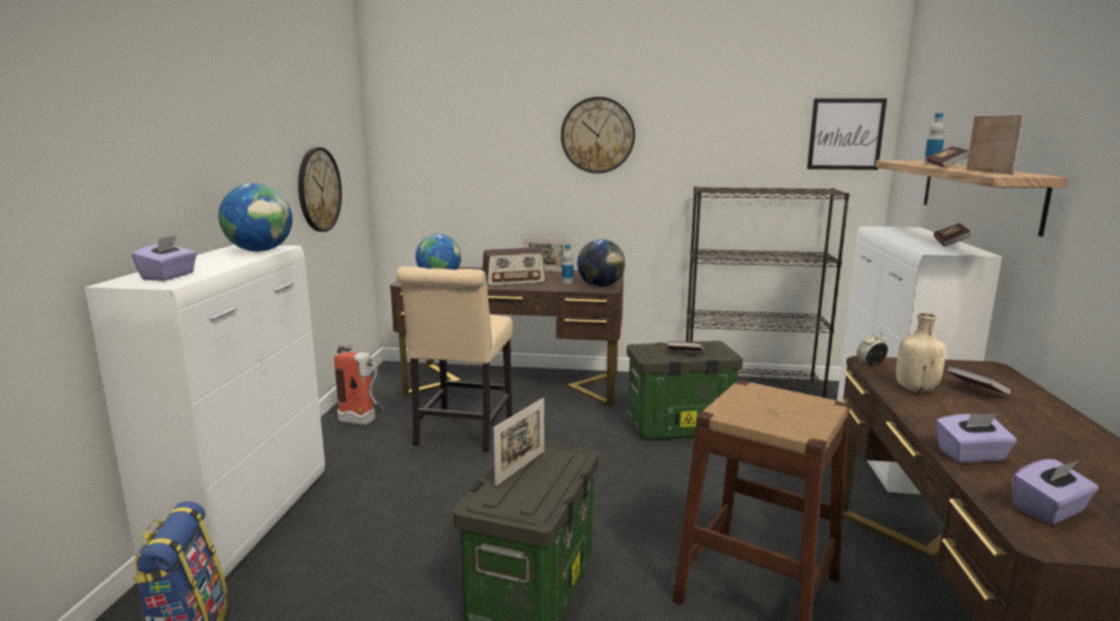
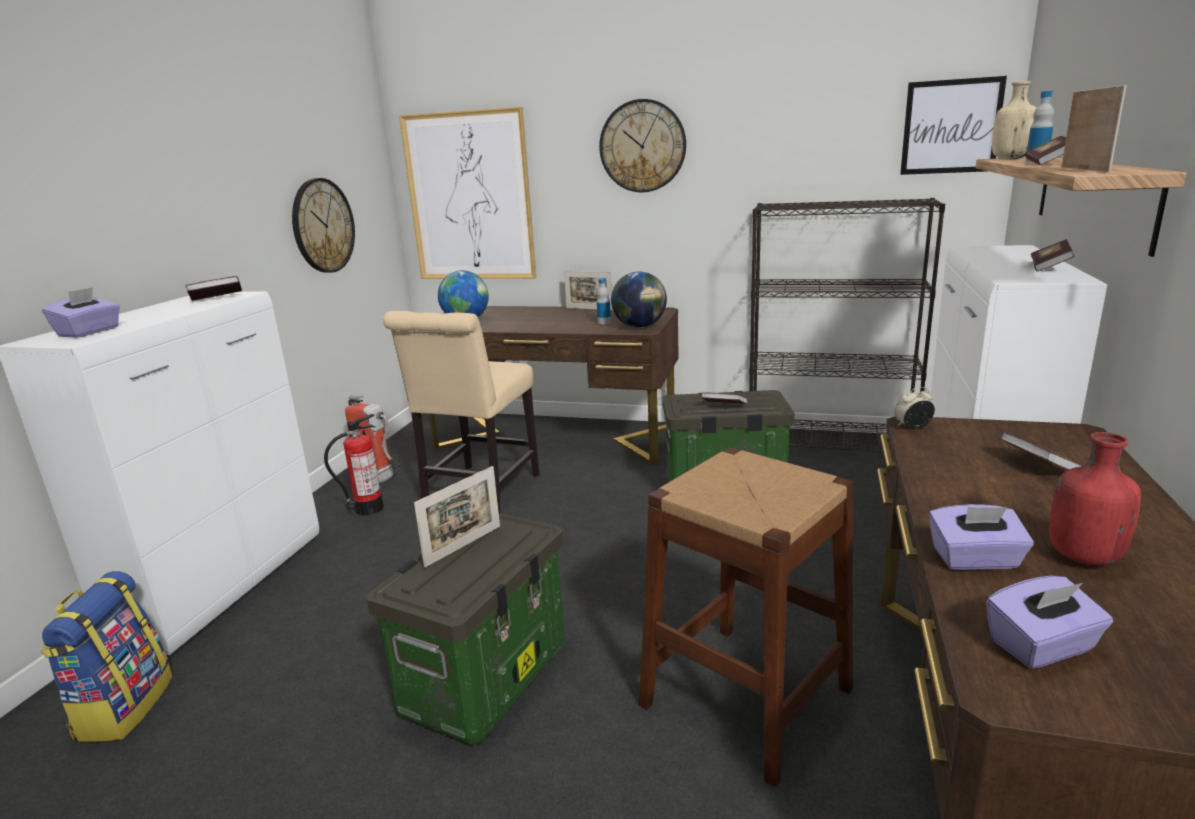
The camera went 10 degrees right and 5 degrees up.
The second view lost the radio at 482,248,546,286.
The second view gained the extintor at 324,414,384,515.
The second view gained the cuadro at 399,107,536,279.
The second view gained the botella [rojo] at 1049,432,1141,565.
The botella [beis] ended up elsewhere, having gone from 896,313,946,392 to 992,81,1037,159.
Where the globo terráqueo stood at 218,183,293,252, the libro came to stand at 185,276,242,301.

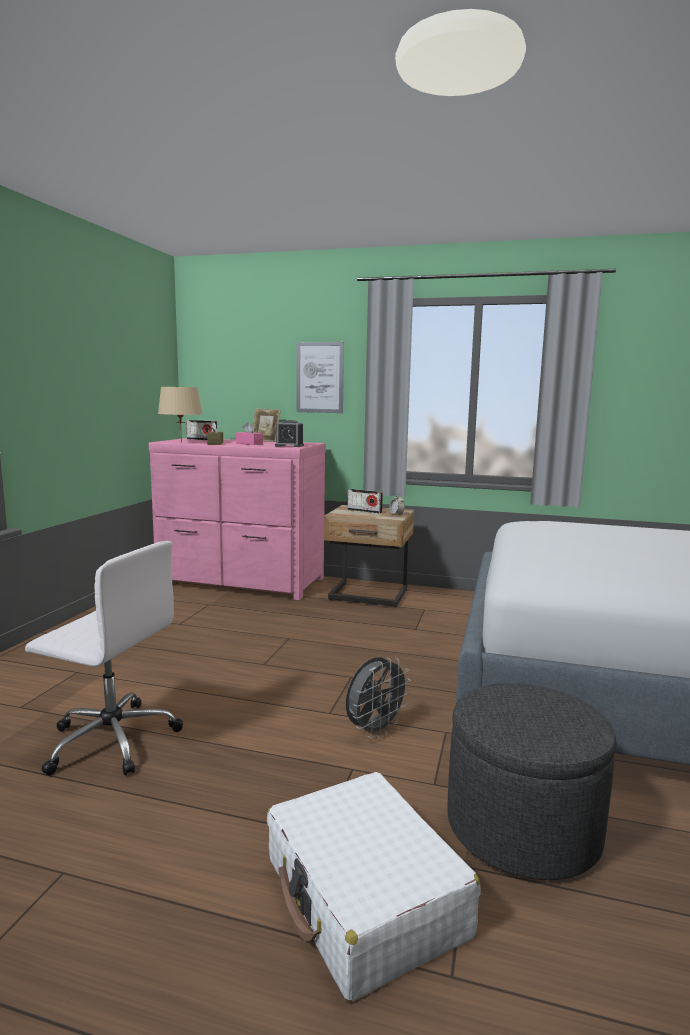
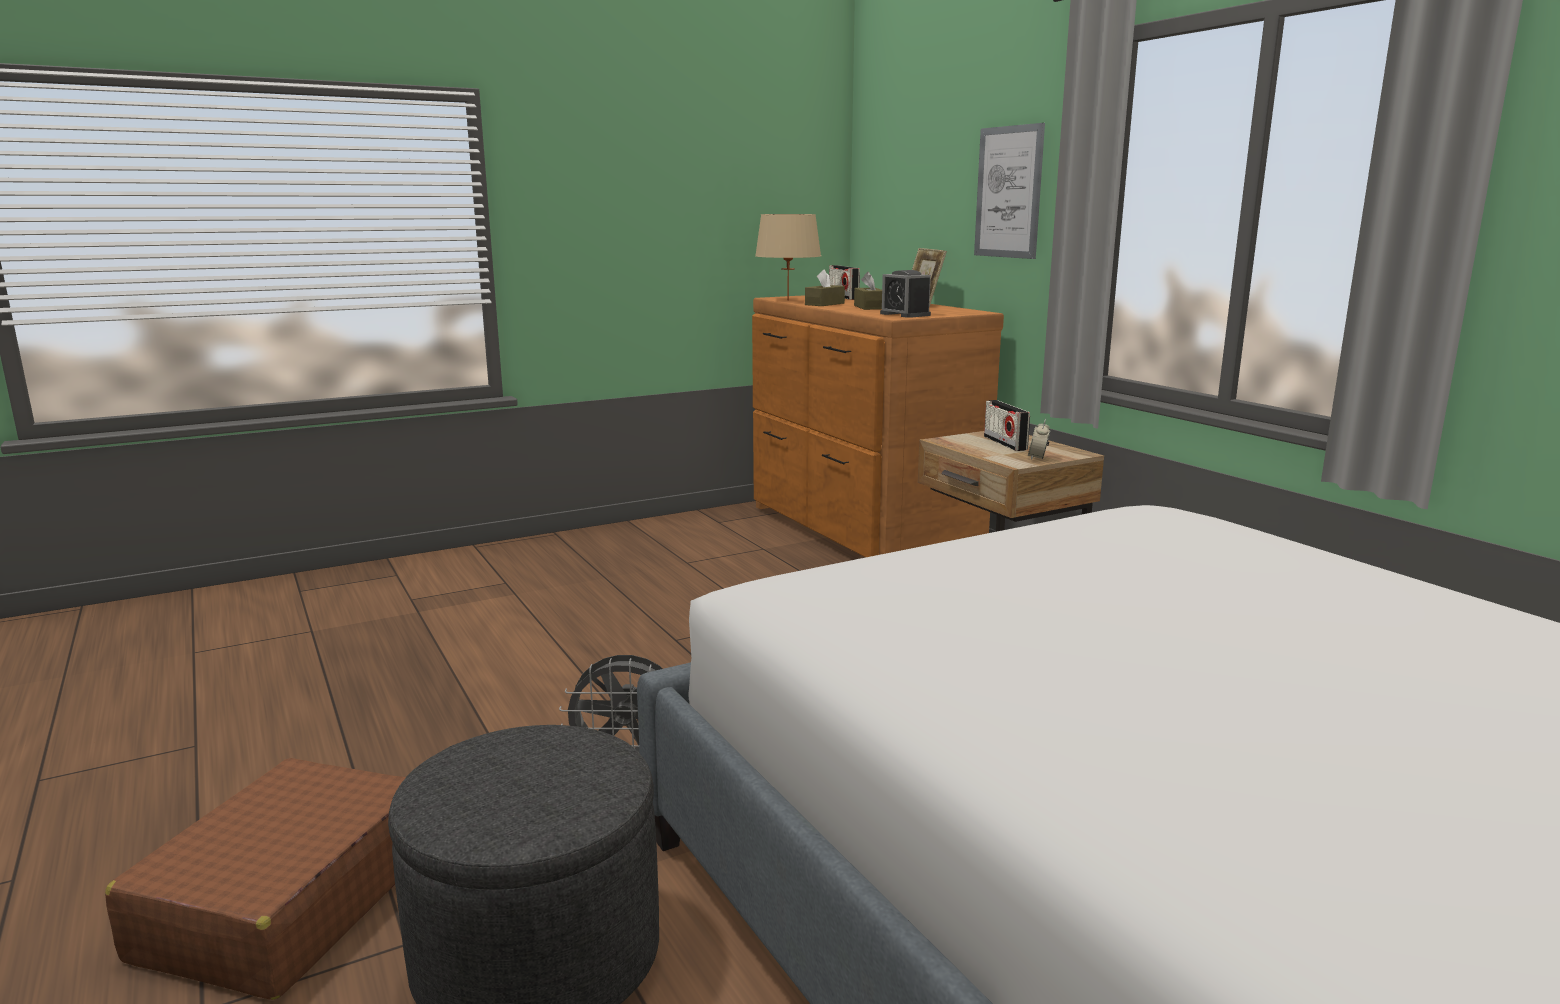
The camera went 45 degrees right and 5 degrees up.
The second view lost the silla de oficina [blanco] at 25,541,183,776.
What was the cómoda [rosa] at 149,438,326,600 turned into the cómoda [marrón] at 752,295,1004,557.
What was the caja de pañuelos [rosa] at 236,422,263,445 turned into the caja de pañuelos [marrón] at 854,272,882,310.
What was the maleta [blanco] at 267,772,480,1002 turned into the maleta [marrón] at 105,758,406,1000.

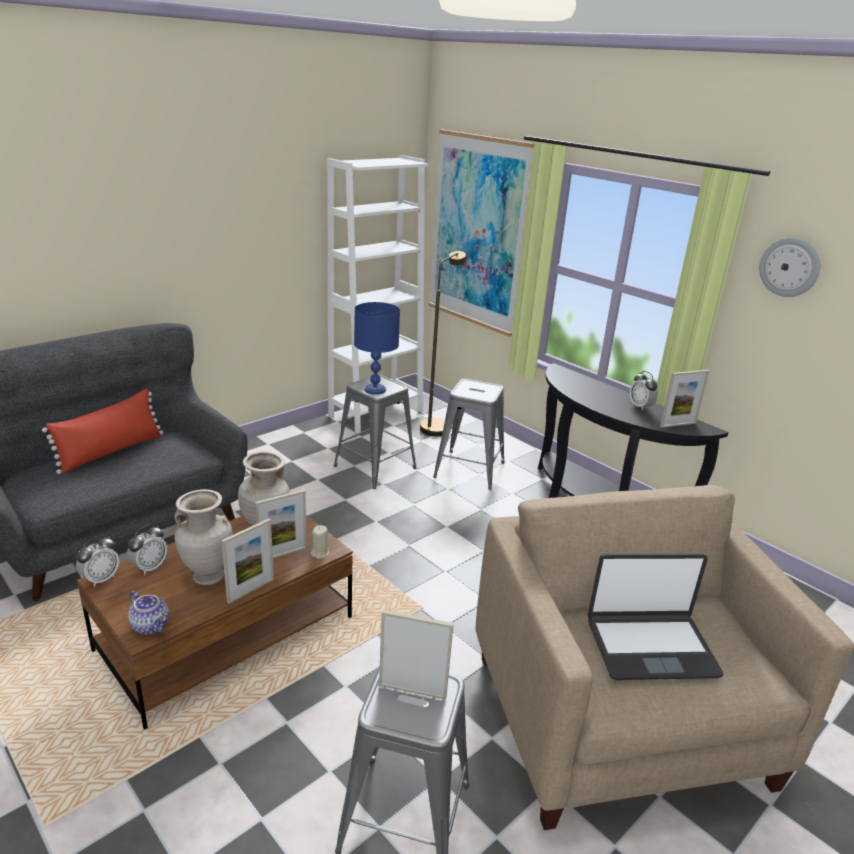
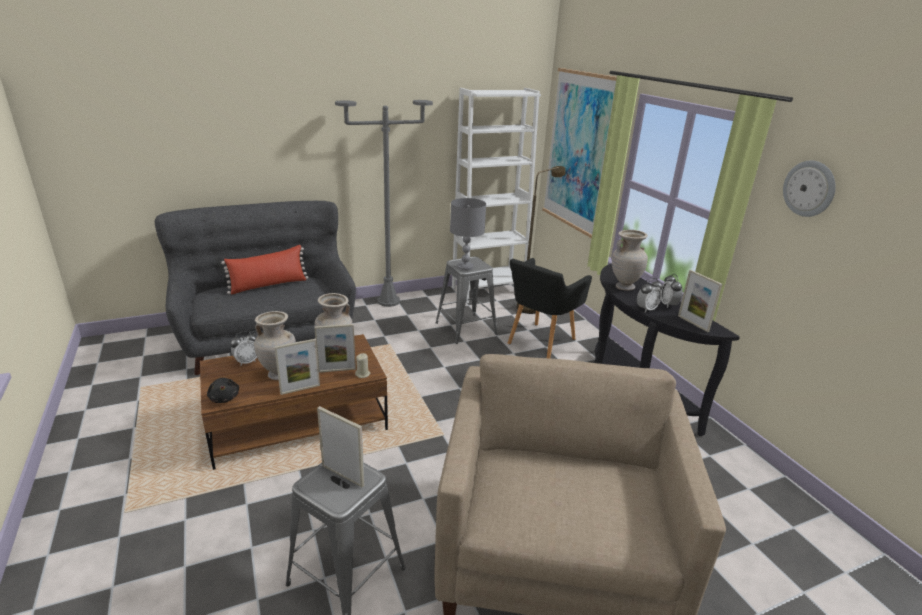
The camera went 20 degrees right and 0 degrees up.
The second view lost the portátil at 588,554,723,680.
The second view gained the lámpara de pie [gris] at 335,100,433,307.
The second view gained the florero [beis] at 612,230,648,291.
The despertador ended up elsewhere, having gone from 76,535,119,587 to 637,278,663,312.
Where the tetera stood at 128,591,169,635, the peluche [negro] came to stand at 207,378,239,403.
Where the taburete [gris] stood at 433,379,504,490, the sillón [negro] came to stand at 508,258,592,358.
What was the lámpara de mesa [azul] at 354,302,400,395 turned into the lámpara de mesa [gris] at 450,198,486,270.
The portarretratos at 660,370,709,428 ended up facing another way, 60 degrees clockwise from before.

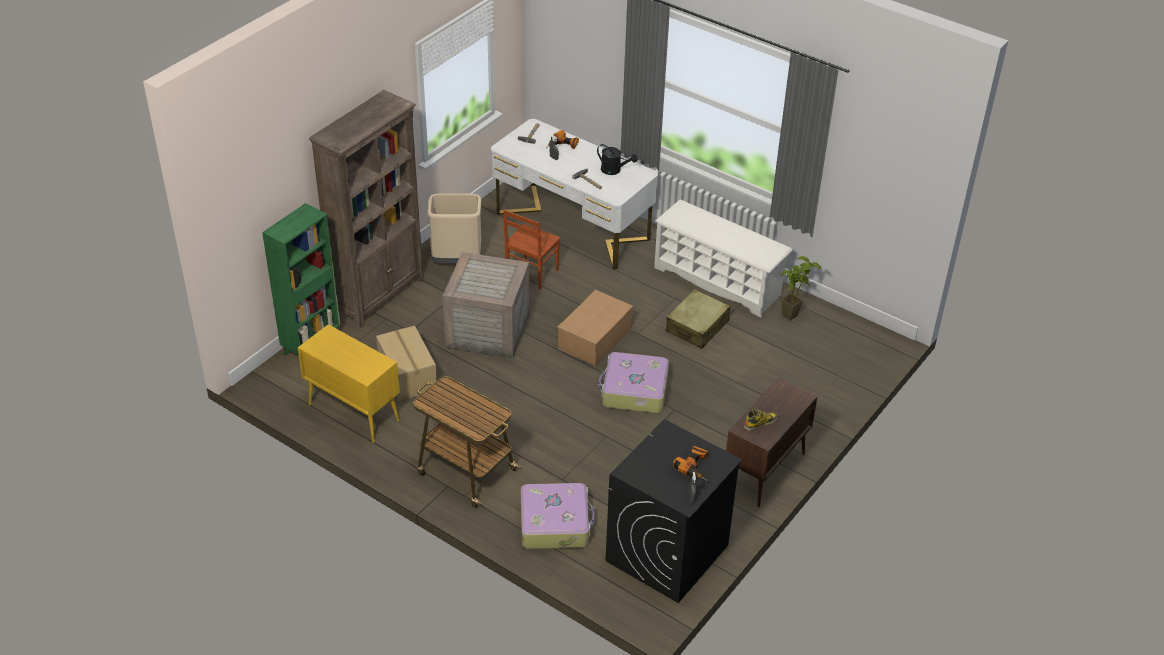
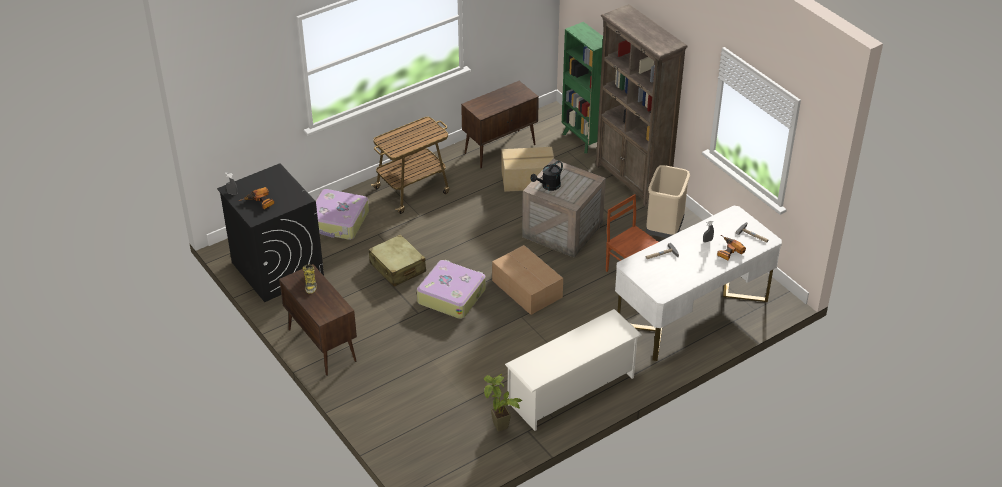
The camera went 110 degrees right and 0 degrees up.
The regadera [negro] ended up elsewhere, having gone from 597,144,637,175 to 530,161,563,191.
The maleta [beis] ended up elsewhere, having gone from 666,289,730,349 to 368,234,426,287.
What was the armario [amarillo] at 298,324,400,443 turned into the armario [marrón] at 461,81,539,168.

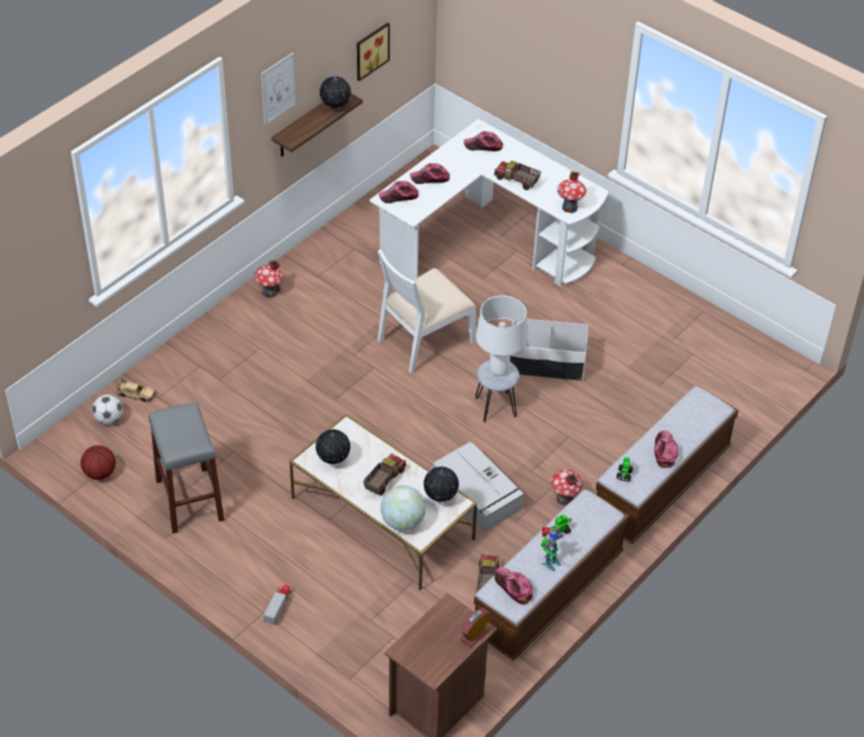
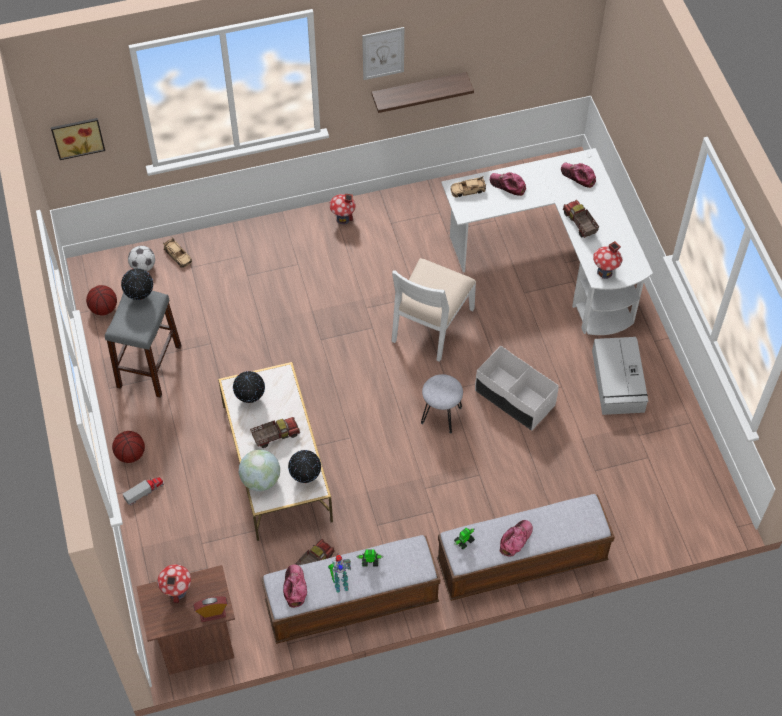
The camera went 35 degrees right and 10 degrees up.
The second view lost the lámpara de mesa [blanco] at 476,295,528,376.
The second view gained the balón de baloncesto at 112,431,145,463.
The globo terráqueo ended up elsewhere, having gone from 319,76,351,108 to 121,268,153,300.
The cuadro ended up elsewhere, having gone from 357,22,390,81 to 51,118,105,160.
The caja de almacenaje [gris] ended up elsewhere, having gone from 433,442,524,532 to 592,337,648,415.
The casita ended up elsewhere, having gone from 551,469,582,506 to 157,564,191,603.
Where the gorra stood at 378,181,419,203, the coche de juguete [beis] came to stand at 450,176,486,197.
The silla [blanco] at 377,249,476,374 ended up facing another way, 60 degrees counterclockwise from before.

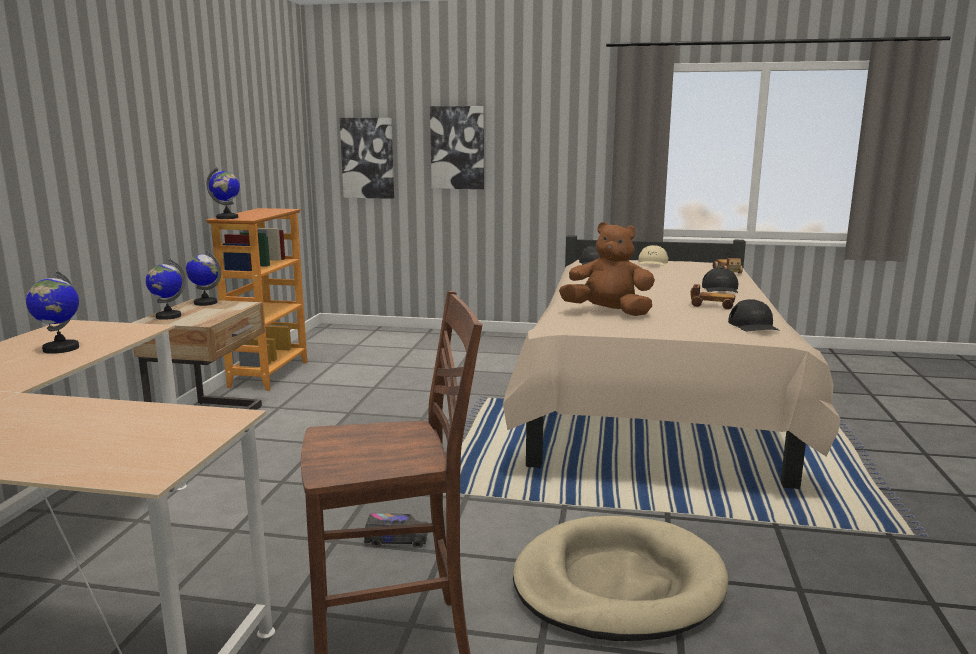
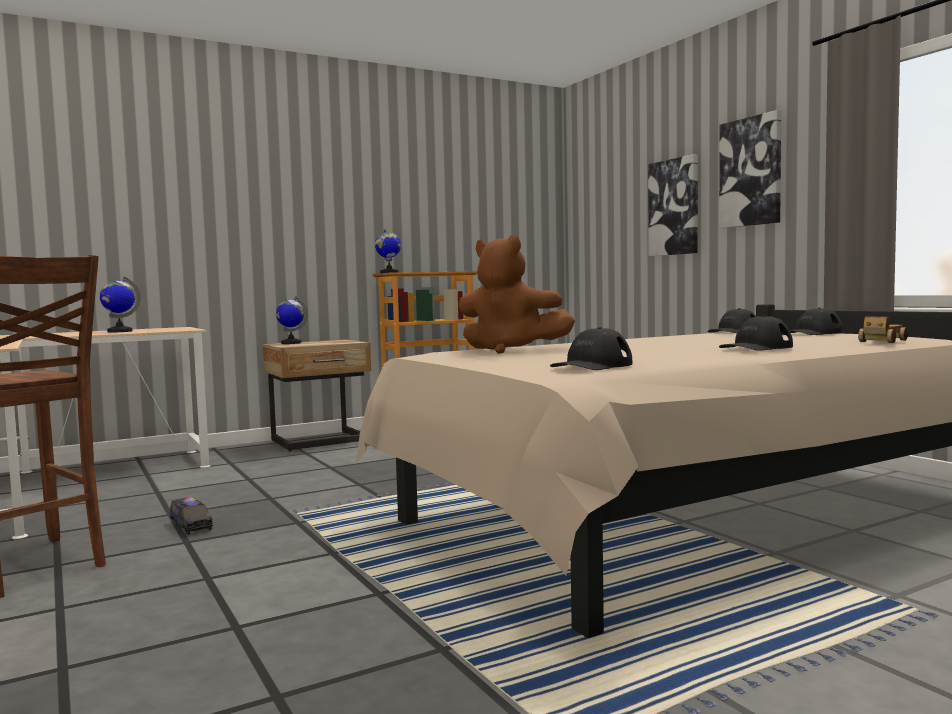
The camera went 50 degrees right and 10 degrees down.
The second view lost the globo terráqueo at 186,251,221,306.
The second view lost the cama para perro [beis] at 513,516,728,641.
The second view lost the coche de juguete at 690,284,735,310.
The cuadro ended up elsewhere, having gone from 340,118,394,199 to 719,110,781,228.
What was the gorra [beis] at 638,245,668,266 turned into the gorra [negro] at 789,308,843,335.
The peluche [marrón] at 559,222,655,316 ended up facing another way, 135 degrees clockwise from before.

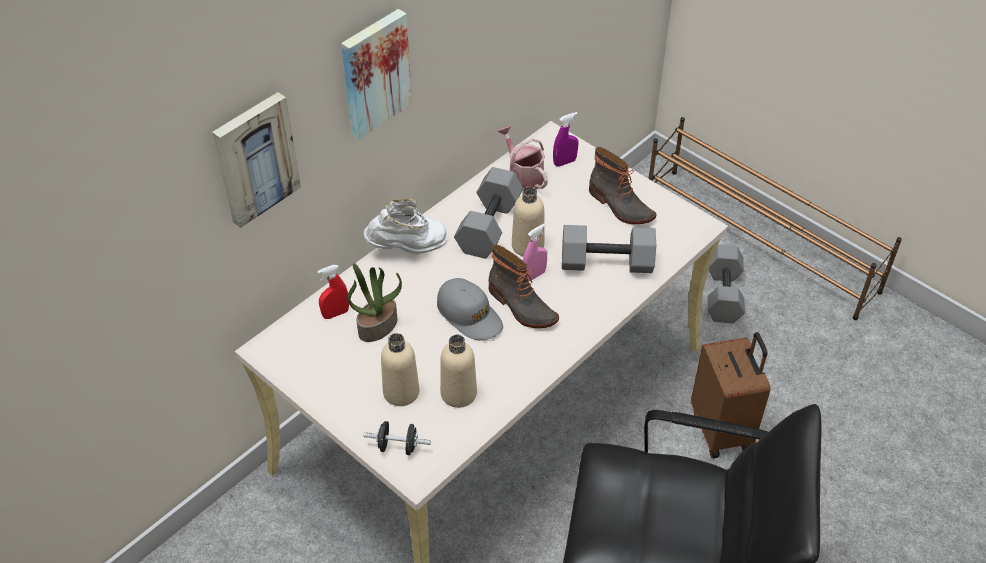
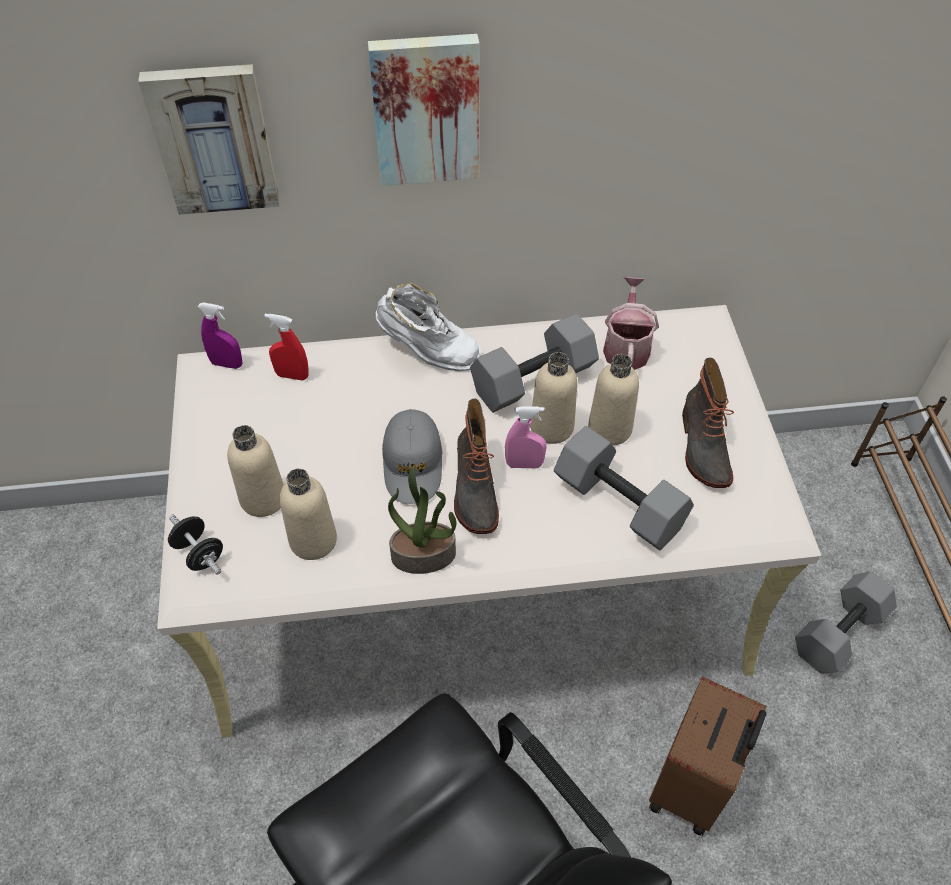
The camera went 40 degrees right and 5 degrees up.
The second view gained the botella [beis] at 588,354,639,446.
The planta en maceta ended up elsewhere, having gone from 348,263,402,342 to 388,467,456,574.
The pulverizador [morado] ended up elsewhere, having gone from 553,112,578,167 to 198,302,242,369.

